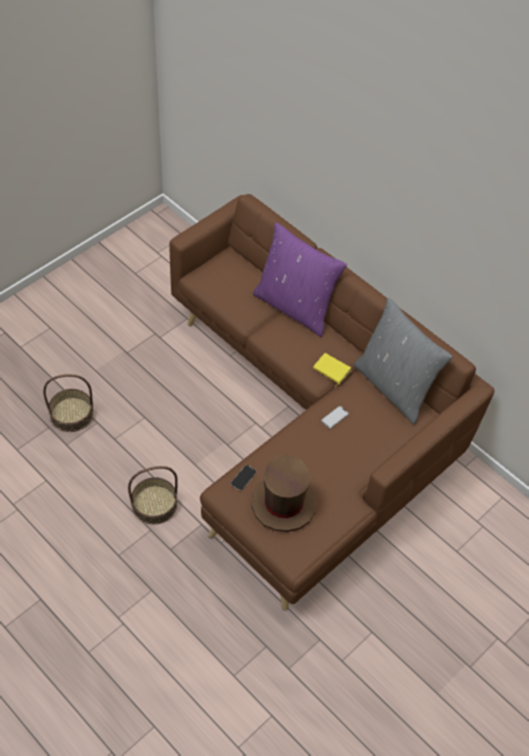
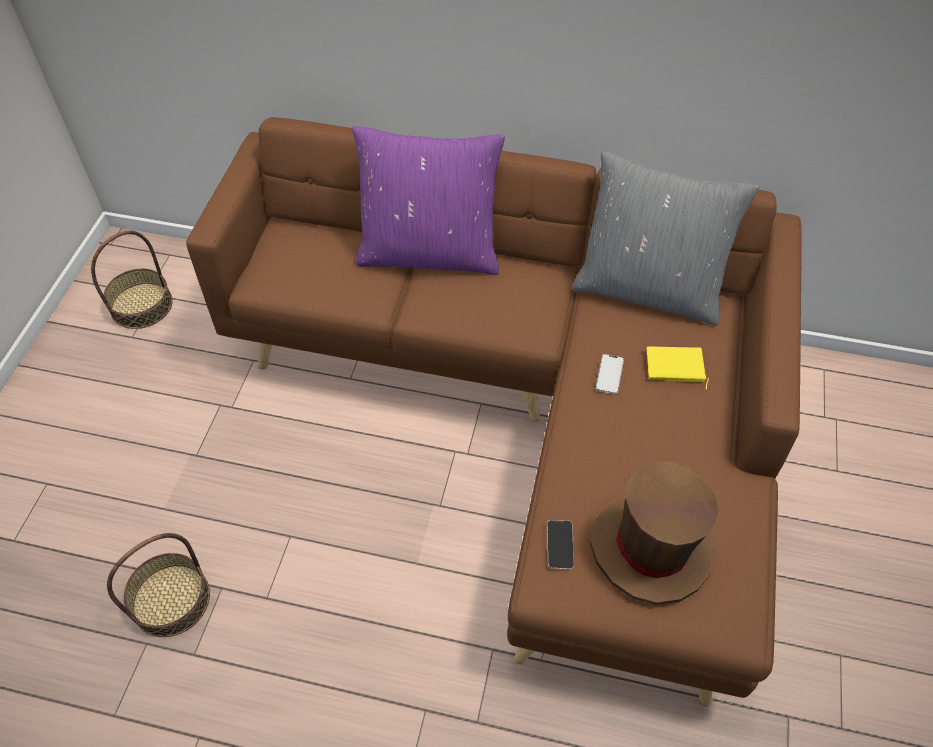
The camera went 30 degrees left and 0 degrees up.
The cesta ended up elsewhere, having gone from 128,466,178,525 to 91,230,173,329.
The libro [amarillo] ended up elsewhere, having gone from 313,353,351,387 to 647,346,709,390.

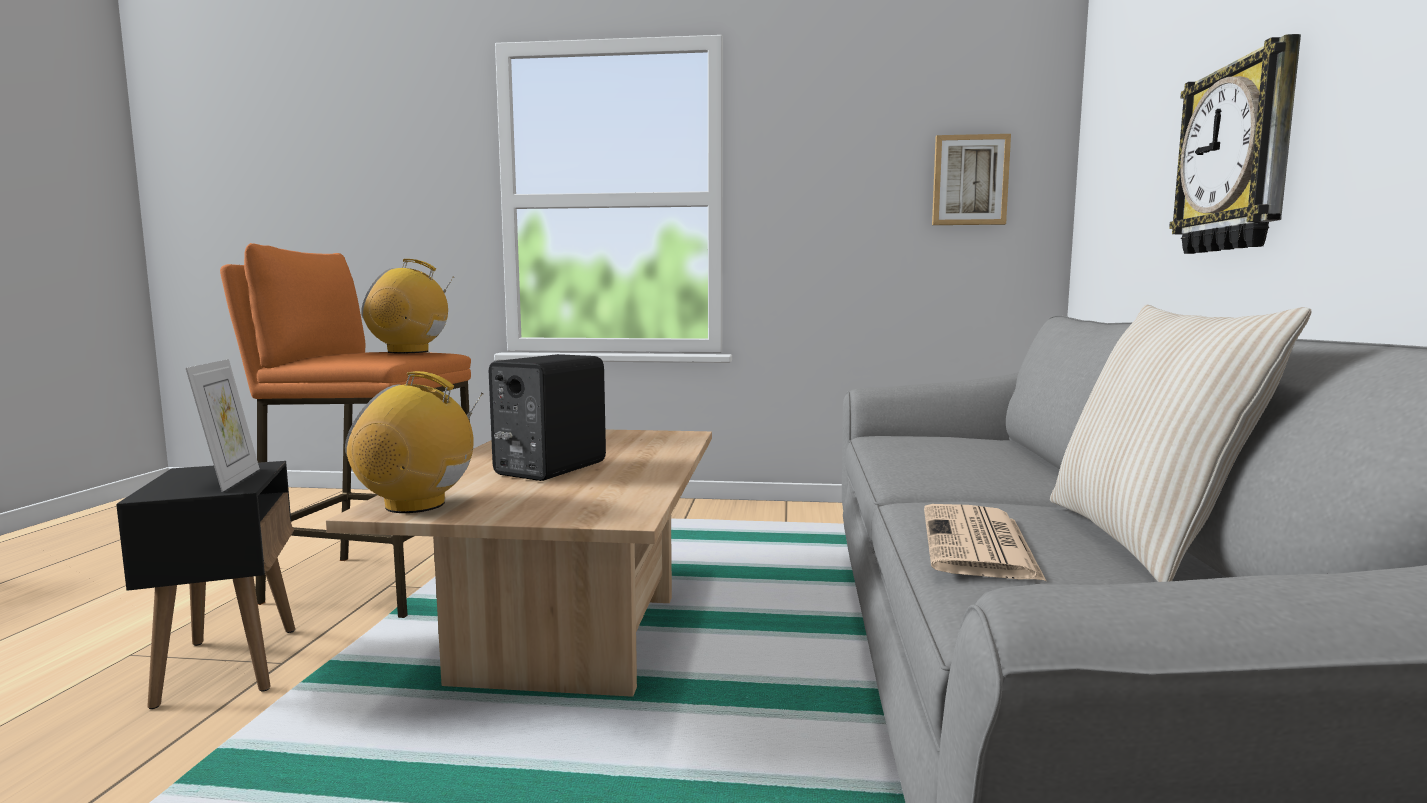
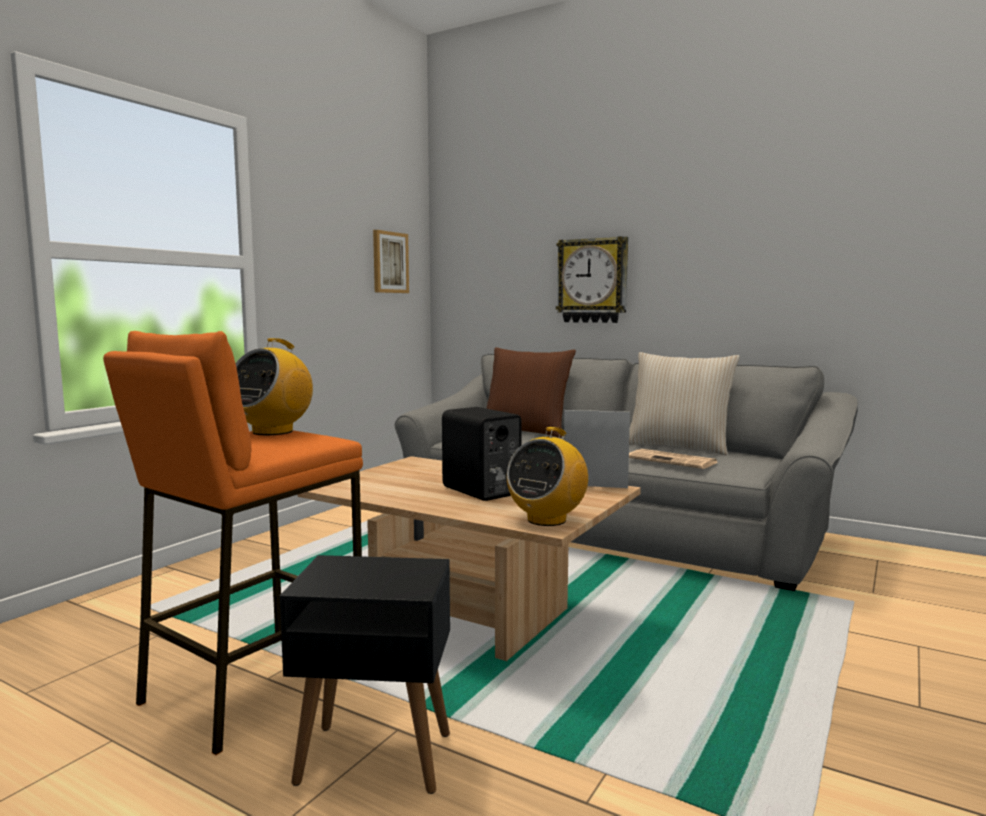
The camera went 65 degrees left and 0 degrees up.
The second view gained the cojín [marrón] at 487,347,576,438.
The portarretratos ended up elsewhere, having gone from 186,359,260,492 to 564,410,630,488.

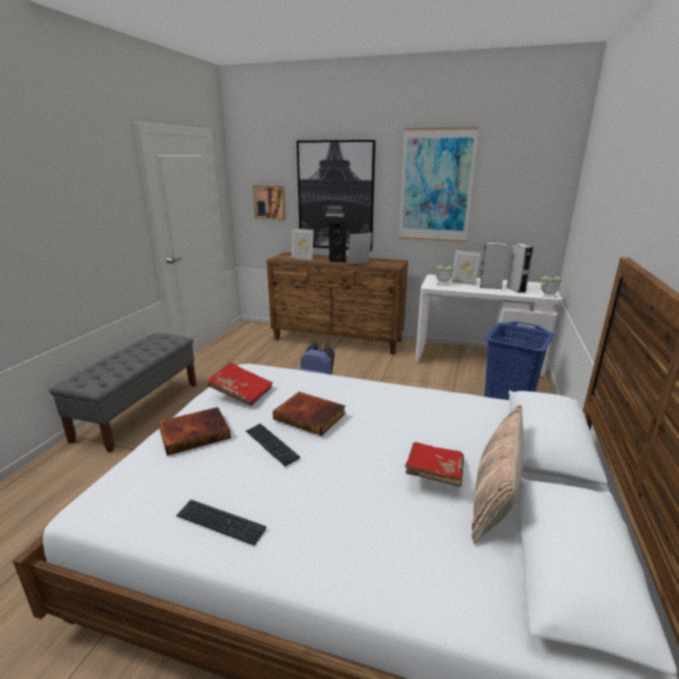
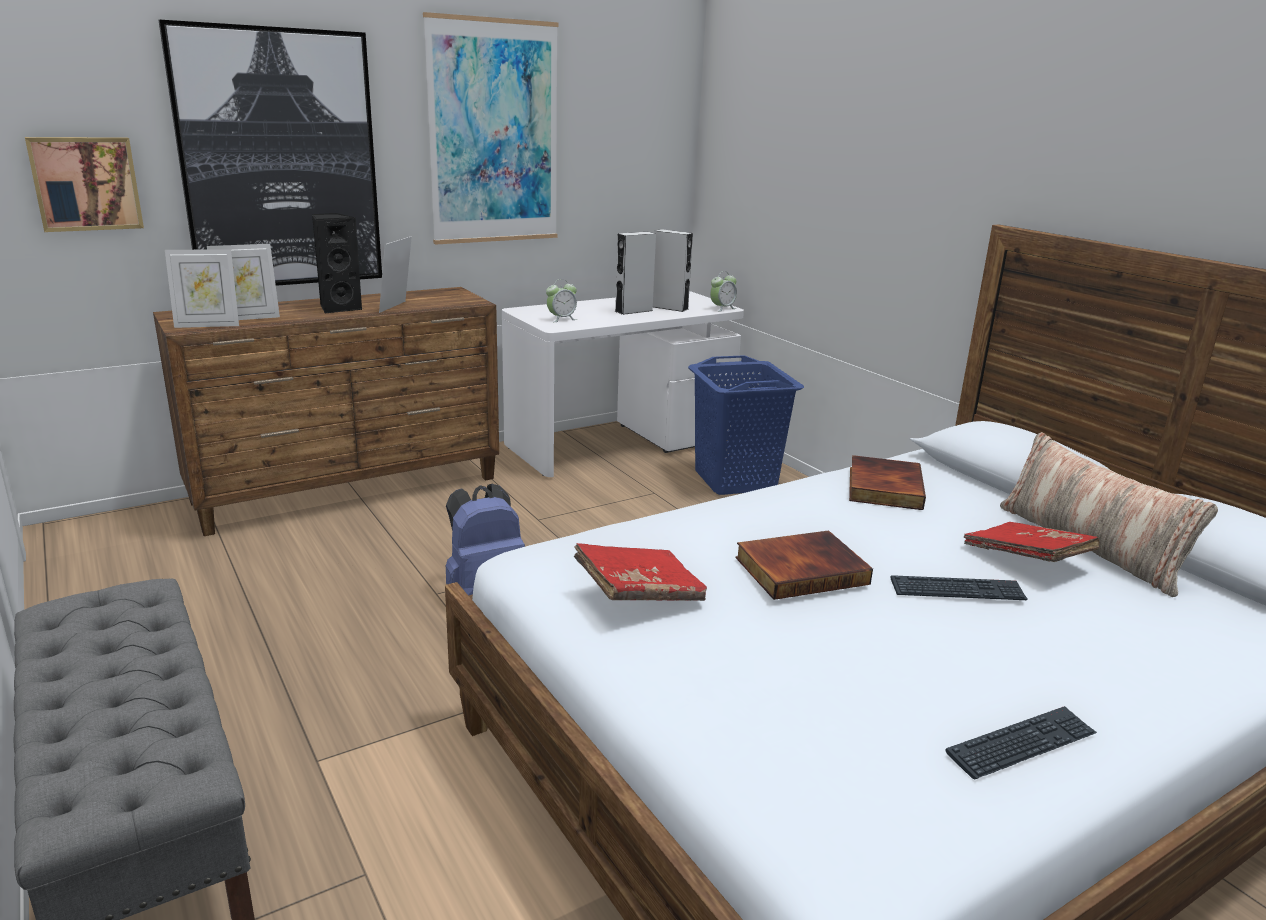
The camera went 50 degrees left and 0 degrees up.
The libro ended up elsewhere, having gone from 158,407,231,456 to 849,455,926,510.
The teclado ended up elsewhere, having gone from 246,423,300,466 to 891,575,1028,600.
The portarretratos ended up elsewhere, having gone from 451,250,481,286 to 165,249,239,328.

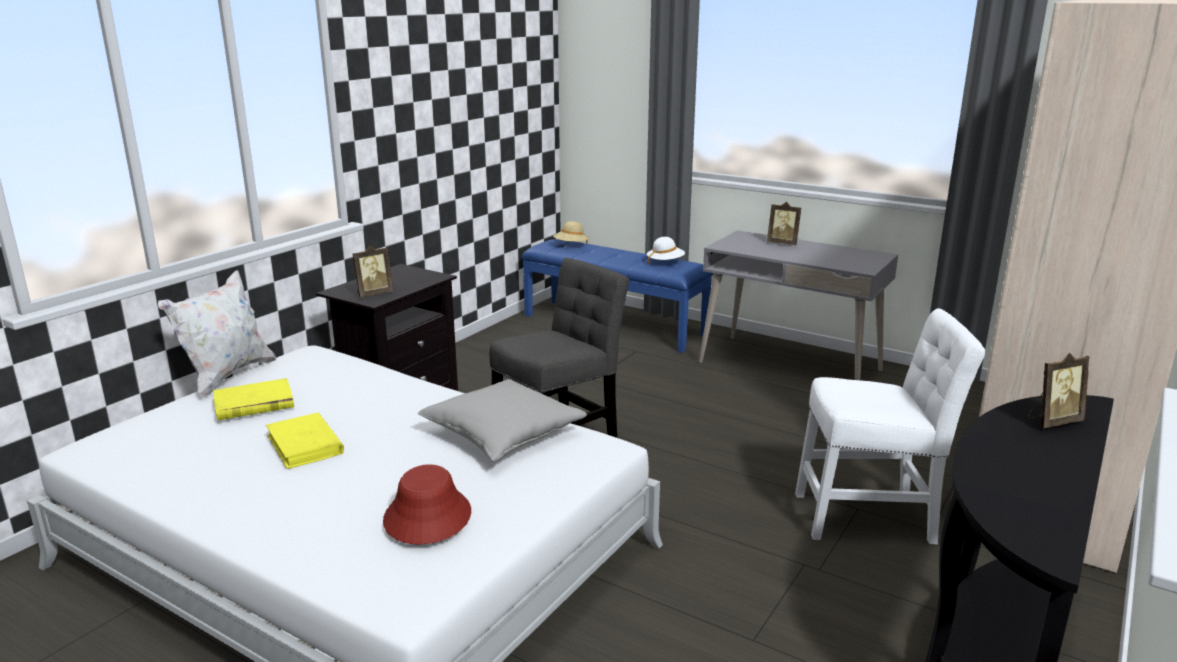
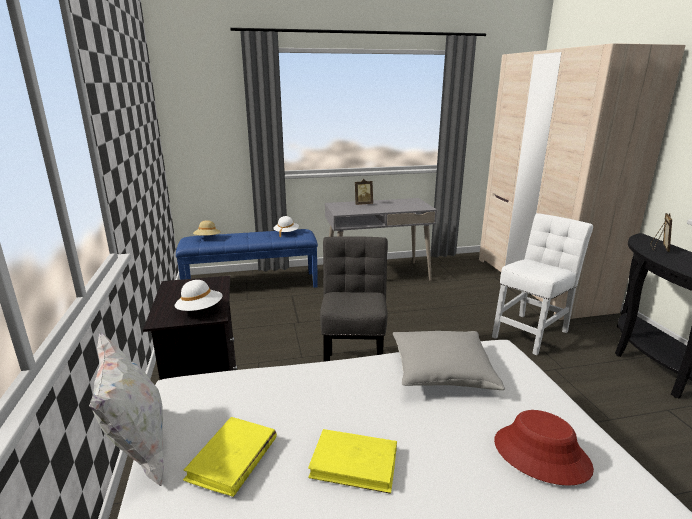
The camera went 45 degrees left and 0 degrees up.
Where the portarretratos stood at 352,245,394,298, the sombrero [blanco] came to stand at 175,280,223,311.

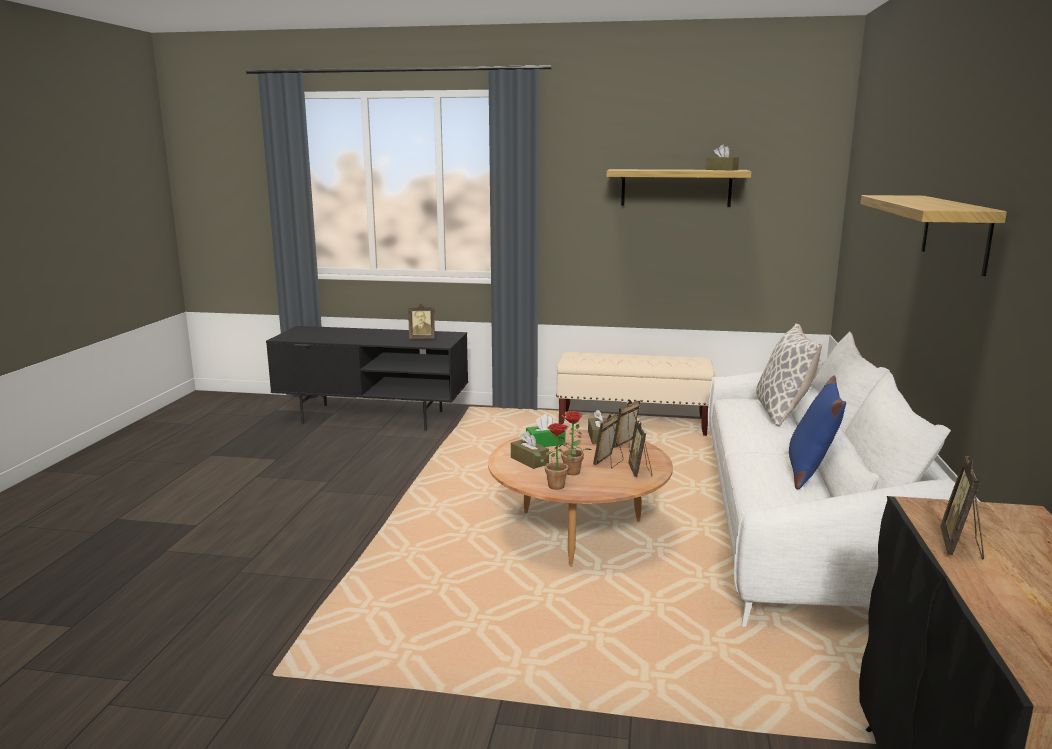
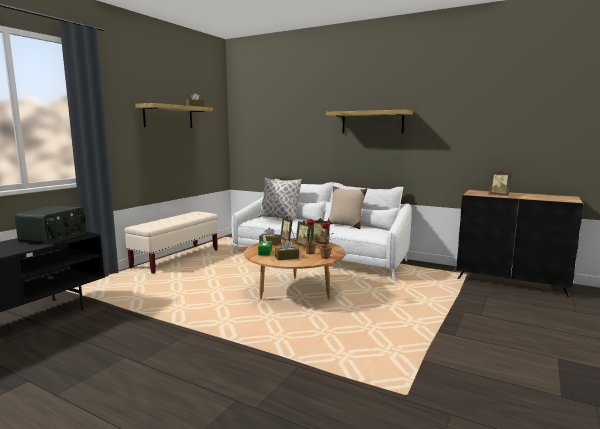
The camera went 70 degrees left and 5 degrees down.
Where the portarretratos stood at 408,304,435,339, the radio came to stand at 15,206,86,244.
What was the cojín [azul] at 789,376,846,490 turned into the cojín [beis] at 328,186,367,229.

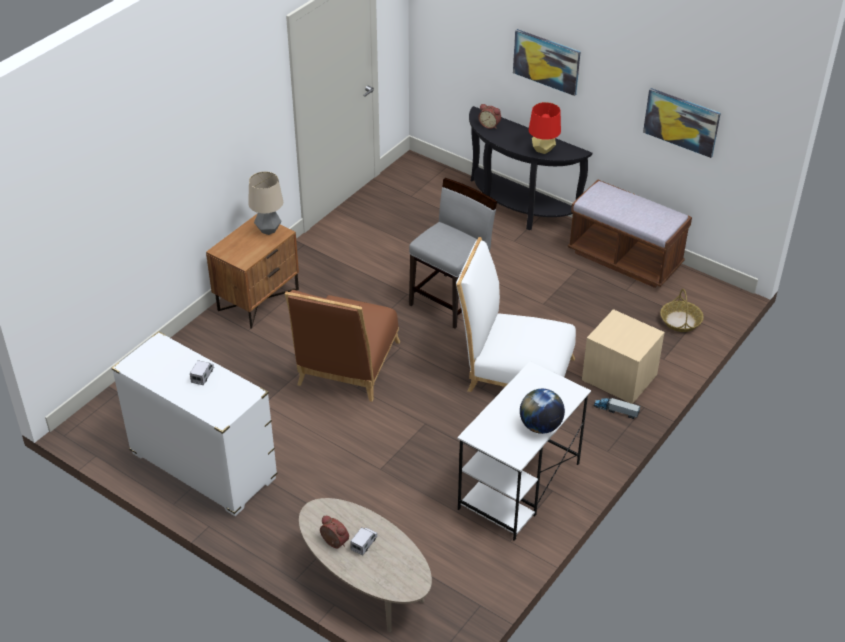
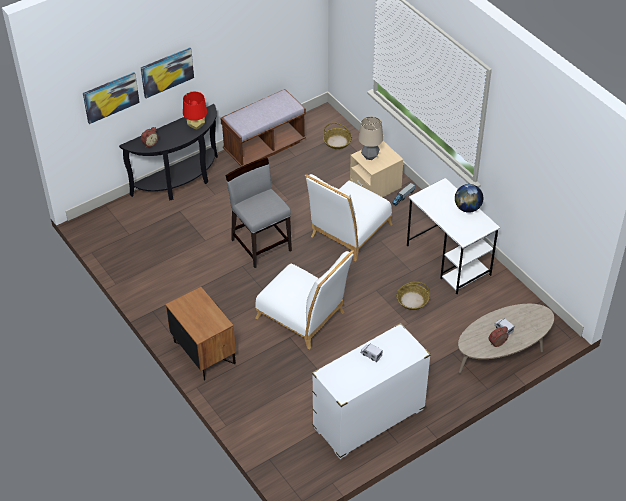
The camera went 70 degrees left and 5 degrees up.
The second view gained the cesta at 396,282,430,310.
The lámpara de mesa ended up elsewhere, having gone from 248,171,283,235 to 358,116,383,160.
The cuadro ended up elsewhere, having gone from 643,88,721,158 to 83,72,140,124.
What was the silla [marrón] at 285,290,400,402 turned into the silla [blanco] at 255,250,354,350.

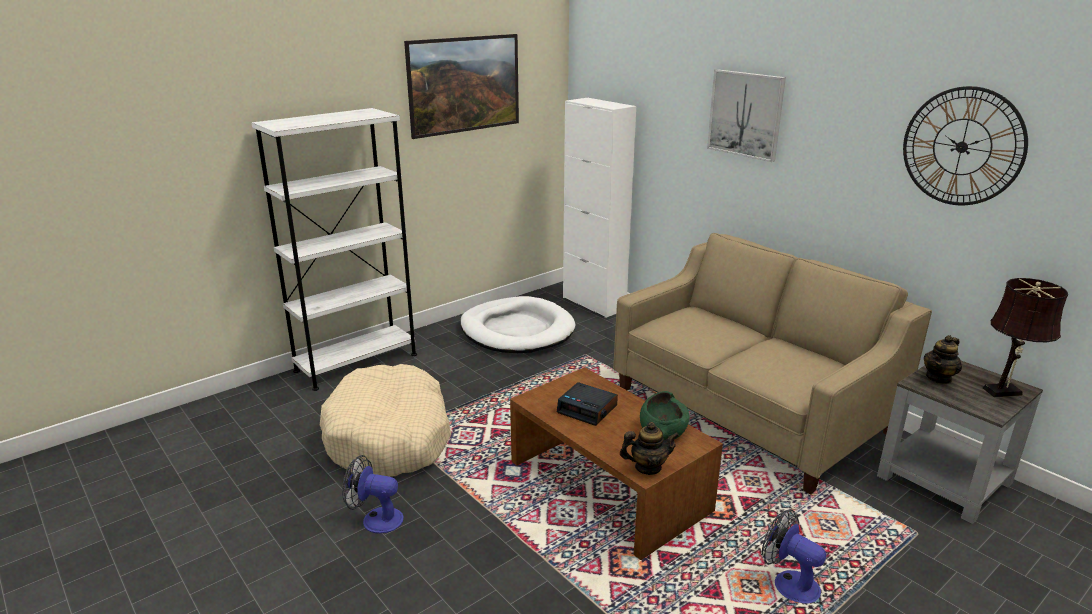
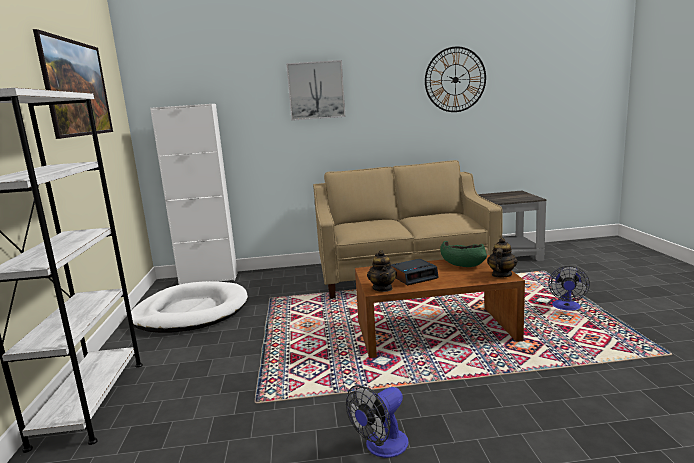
The camera went 55 degrees left and 10 degrees down.
The second view lost the cama para perro [beis] at 320,364,451,477.
The second view lost the lámpara de mesa [marrón] at 983,278,1068,397.
The tetera ended up elsewhere, having gone from 924,335,962,385 to 367,250,397,292.
The ventilador at 762,509,826,603 ended up facing another way, 60 degrees counterclockwise from before.

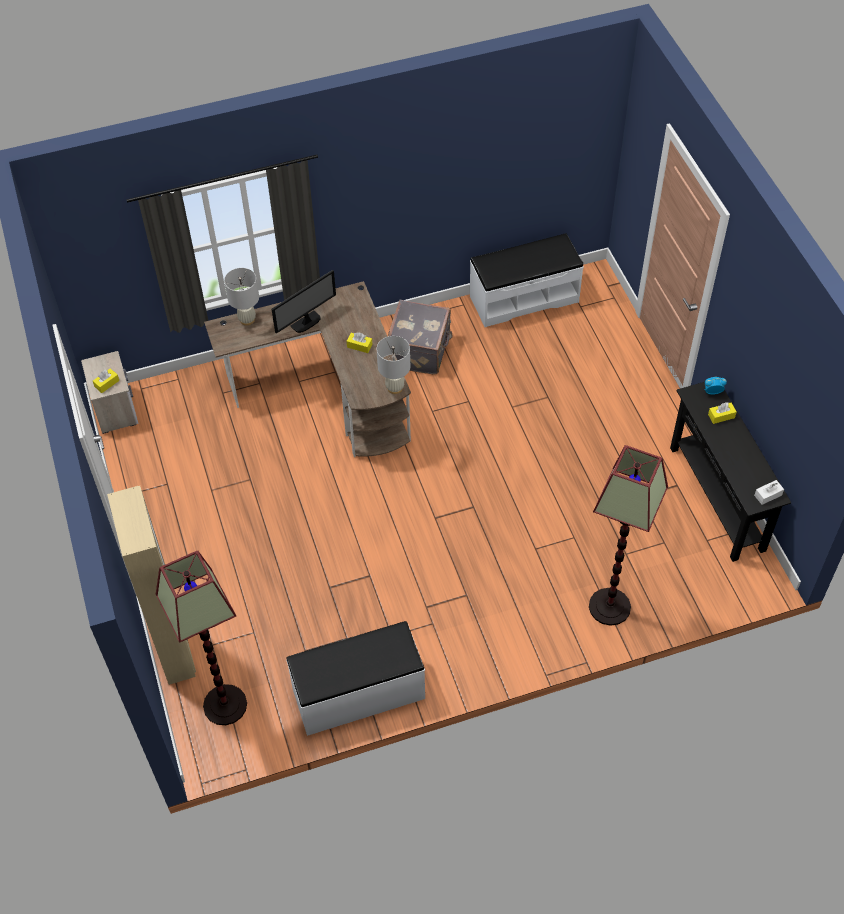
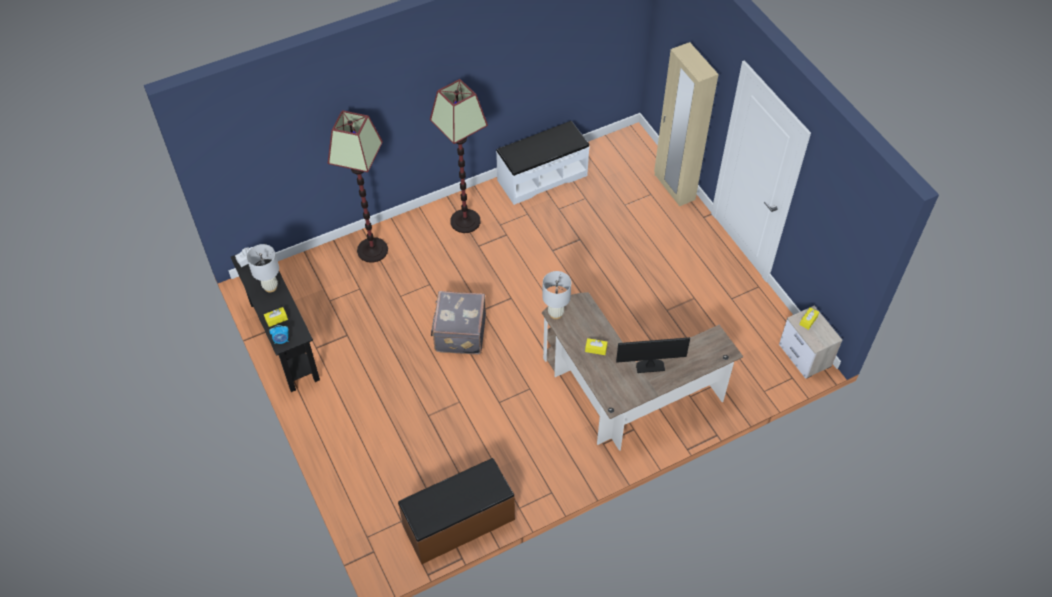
The camera went 170 degrees right and 0 degrees up.
The lámpara de pie ended up elsewhere, having gone from 156,551,247,725 to 430,79,488,233.
The lámpara de mesa [blanco] ended up elsewhere, having gone from 224,268,259,326 to 247,244,279,293.
The maleta [gris] ended up elsewhere, having gone from 387,300,453,375 to 431,291,486,354.
What was the banco [blanco] at 470,233,584,327 turned into the banco [marrón] at 398,458,515,564.
The monitor at 272,270,336,334 ended up facing another way, 45 degrees clockwise from before.

